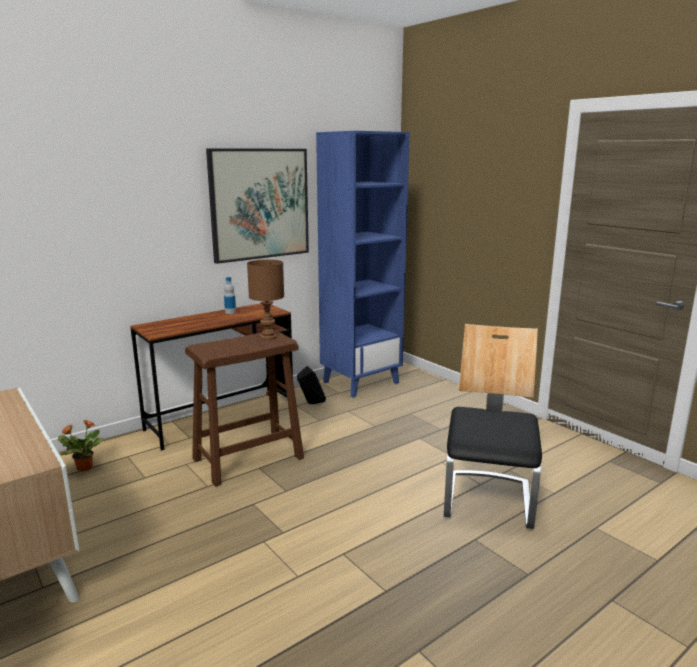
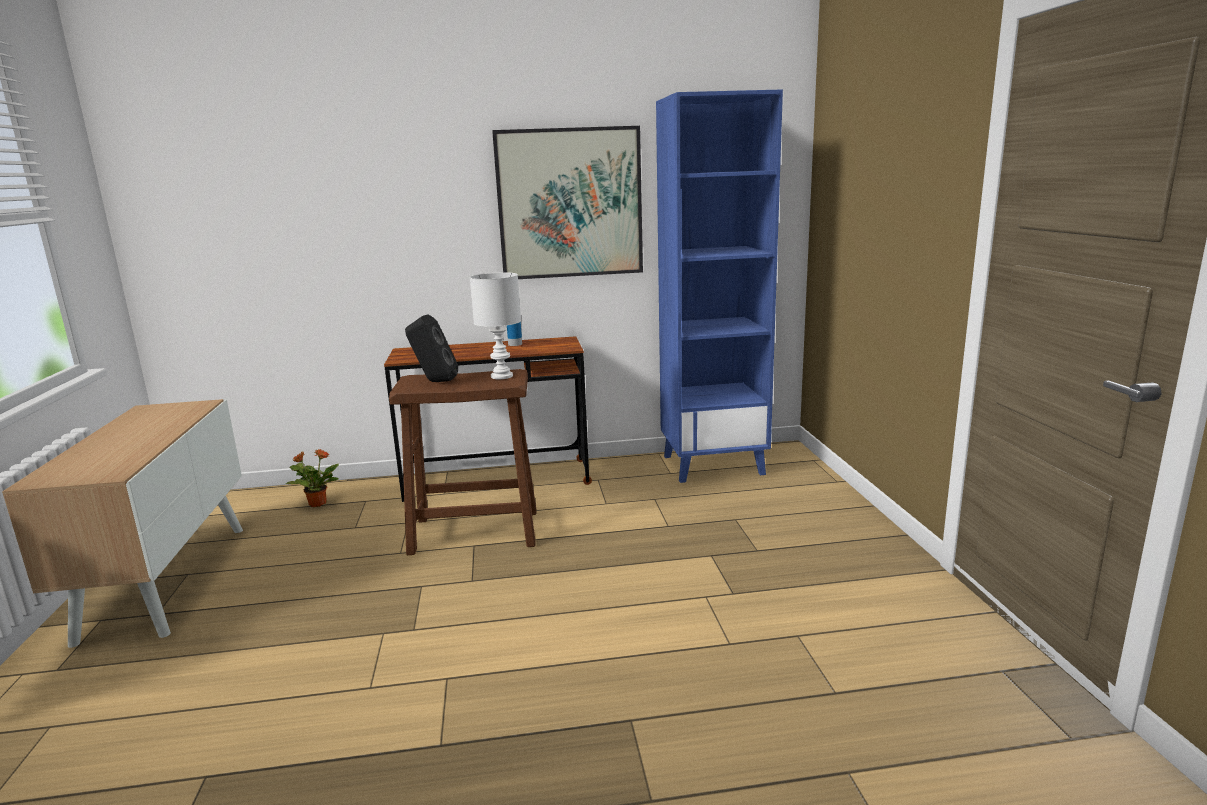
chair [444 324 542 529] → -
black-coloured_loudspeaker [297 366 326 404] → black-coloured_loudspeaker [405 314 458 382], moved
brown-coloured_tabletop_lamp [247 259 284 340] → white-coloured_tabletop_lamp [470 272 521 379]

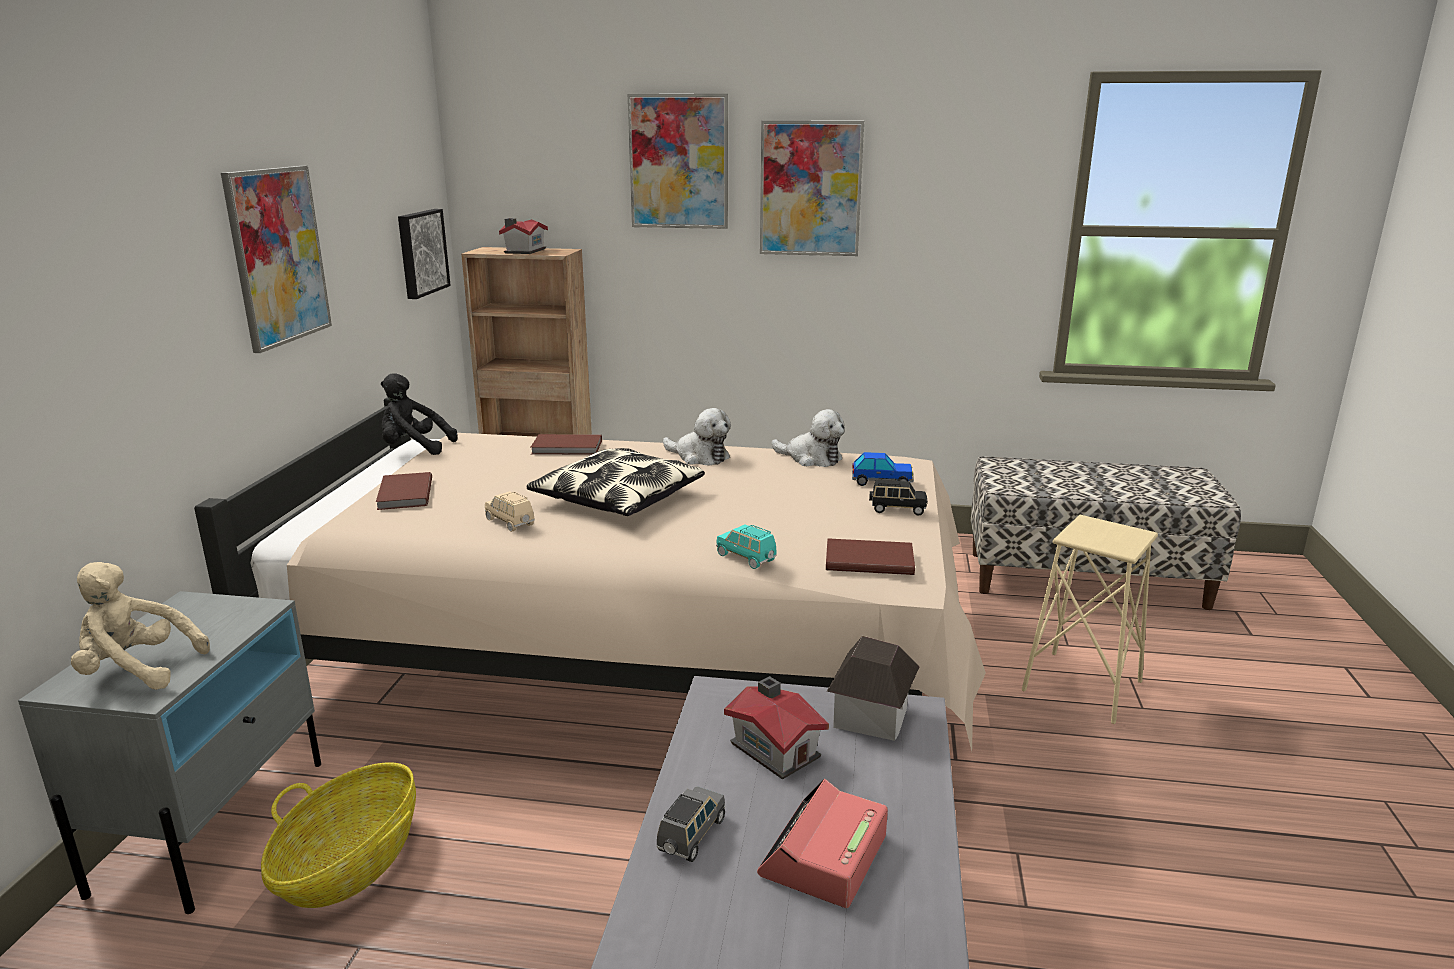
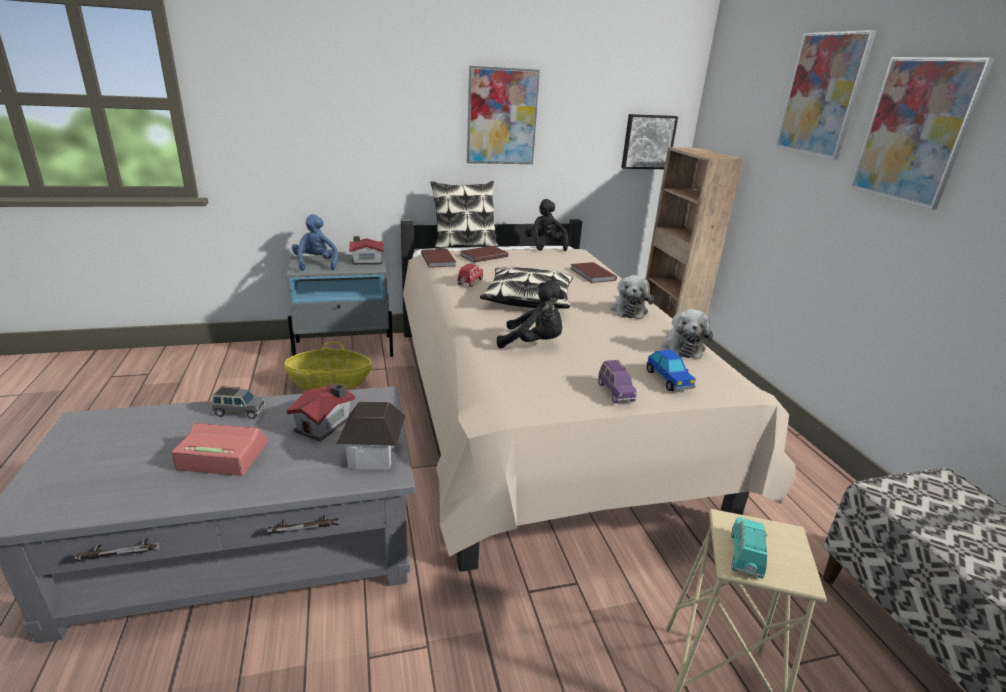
- → cushion [430 181 498 249]
- → black-coloured_cuddly_toy [497 280 565 348]
toy_house [499 218 548 254] → toy_house [349 236 384 265], moved
turquoise-coloured_miniature_car [716 525 777 569] → turquoise-coloured_miniature_car [731 517 767 579], moved
brown-coloured_book [826 538 915 575] → brown-coloured_book [421 249 456 268], moved
beige-coloured_cuddly_toy [71 562 210 690] → blue-coloured_cuddly_toy [292 214 338 271]
beige-coloured_miniature_car [485 491 535 532] → reddish_miniature_car [458 264 483 287]
black-coloured_miniature_car [869 478 927 516] → purple-coloured_miniature_car [598 360 637 403]

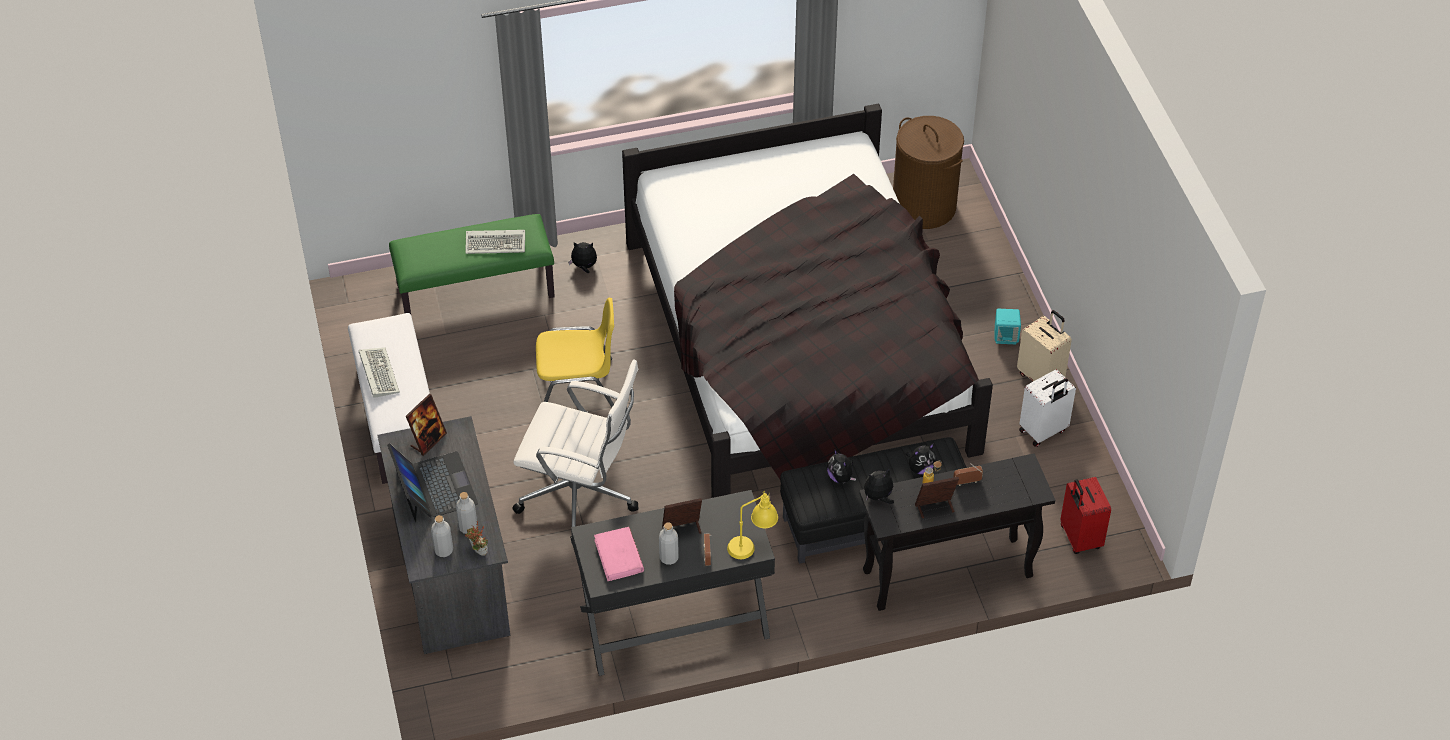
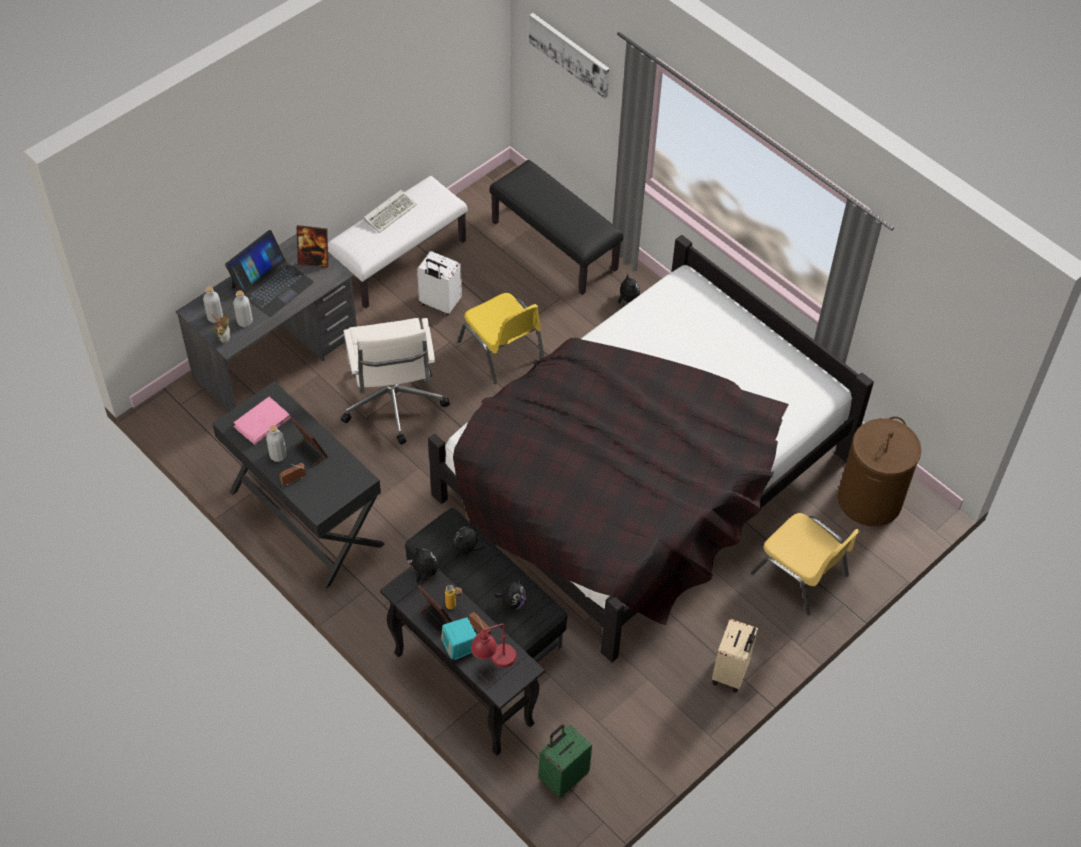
computer_keyboard [465 230 525 254] → -
yellow-coloured_tabletop_lamp [727 491 778 559] → -
- → reddish_tabletop_lamp [471 623 517 668]
- → wall_picture [529 13 610 98]
- → yellow-coloured_chair [751 513 860 615]
turquoise-coloured_loudspeaker [995 309 1021 344] → turquoise-coloured_loudspeaker [441 617 477 660], moved
white-coloured_suitcase [1019 369 1076 447] → white-coloured_suitcase [417 251 462 315], moved
greenish_long_seat [389 214 555 314] → black-coloured_long_seat [489 160 623 295]
reddish_suitcase [1060 477 1111 554] → greenish_suitcase [539 724 592 798]
cuddly_toy [906 443 937 474] → cuddly_toy [494 580 526 611], 90 degrees counterclockwise

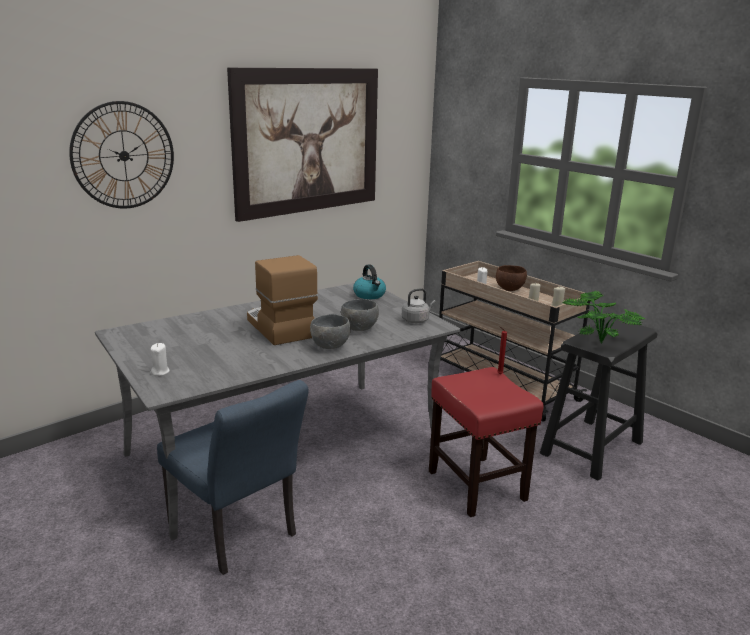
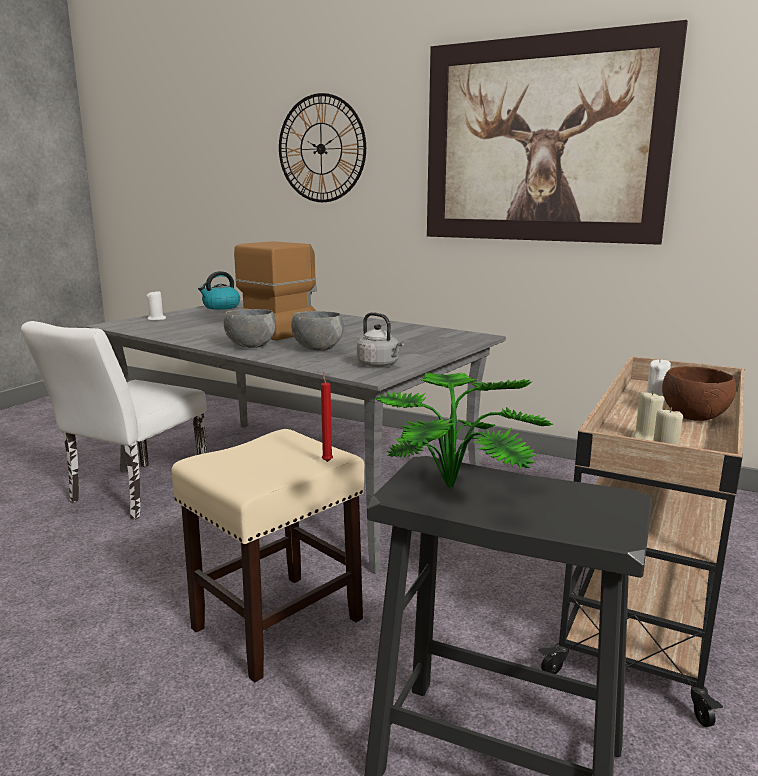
kettle [353 264 386 299] → kettle [198 271 240 310], moved
blue-coloured_chair [157 380 309 575] → white-coloured_chair [21 321 207 520]
reddish_stool_seat [429 367 544 517] → beige-coloured_stool_seat [171 429 365 683]

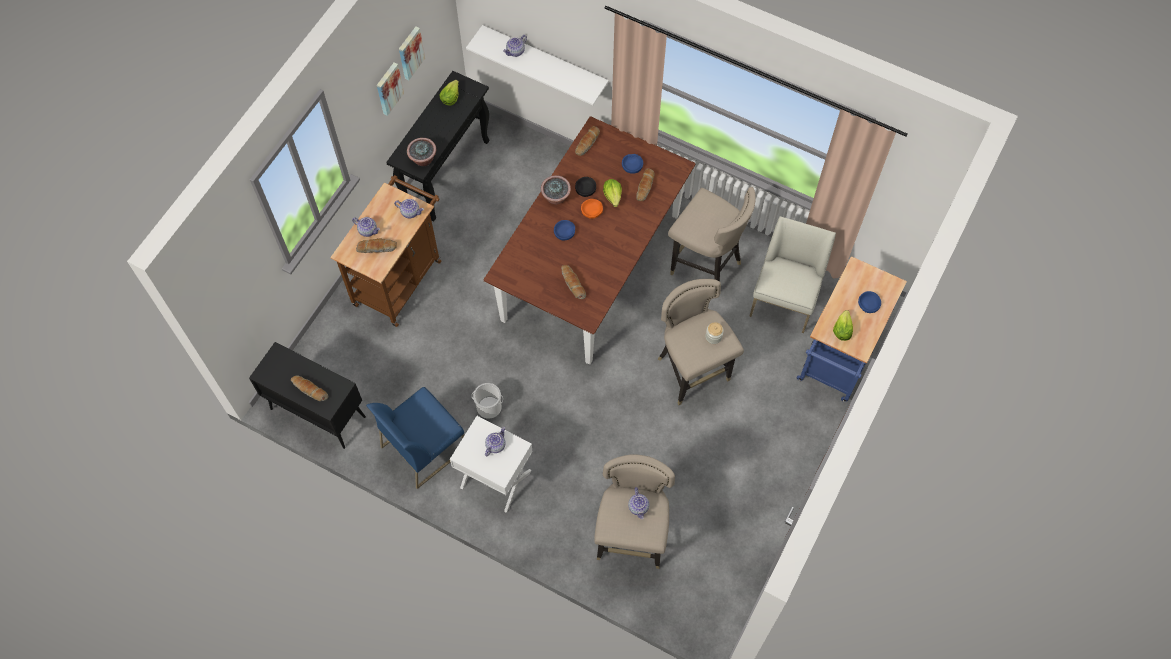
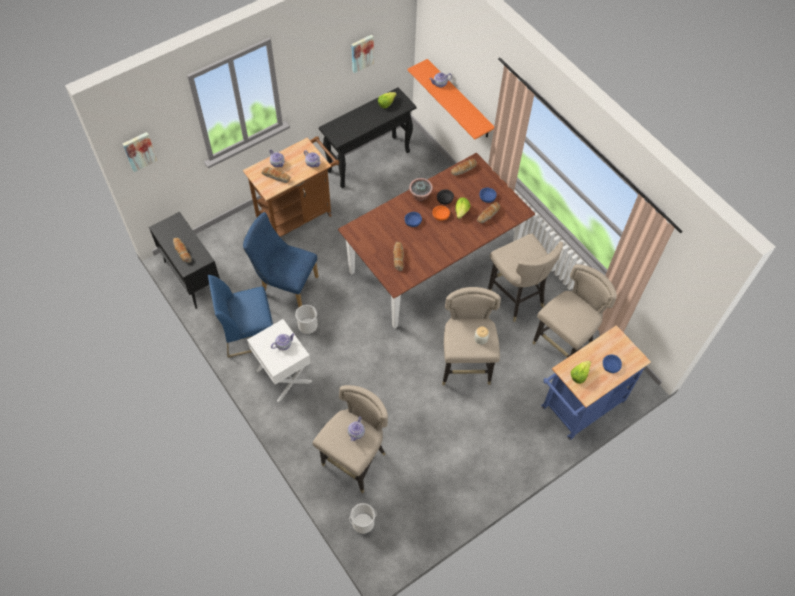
potted_plant [407 138 436 166] → -
- → blue-coloured_chair [243 212 319 307]
- → water_bucket [349 503 377 534]
wall_picture [377 62 404 116] → wall_picture [122 132 157 172], moved
white-coloured_chair [749 216 836 333] → beige-coloured_stool_seat [532 264 617 358]
white-coloured_shelf [466 25 609 105] → orangey_shelf [407 59 494 140]

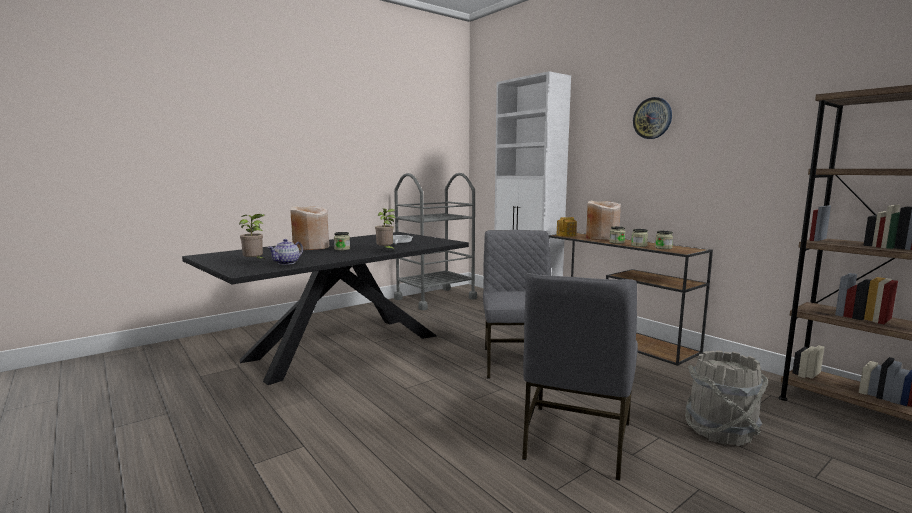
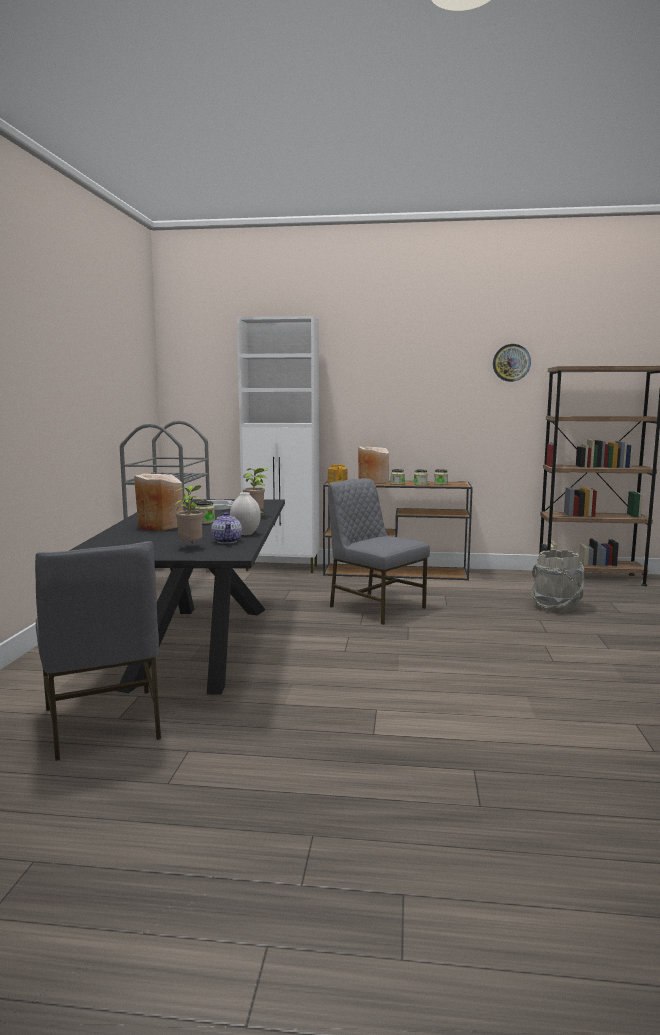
- → white-coloured_decorative_vase [230 492 261 535]
greyish_chair [522 273 638 481] → greyish_chair [35 541 161 761], moved
wall_clock [633 97 672 139] → wall_clock [493 344 531 382], moved

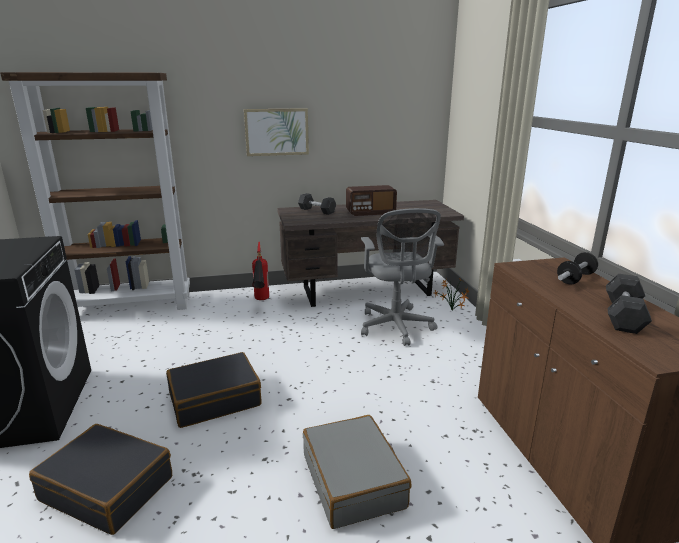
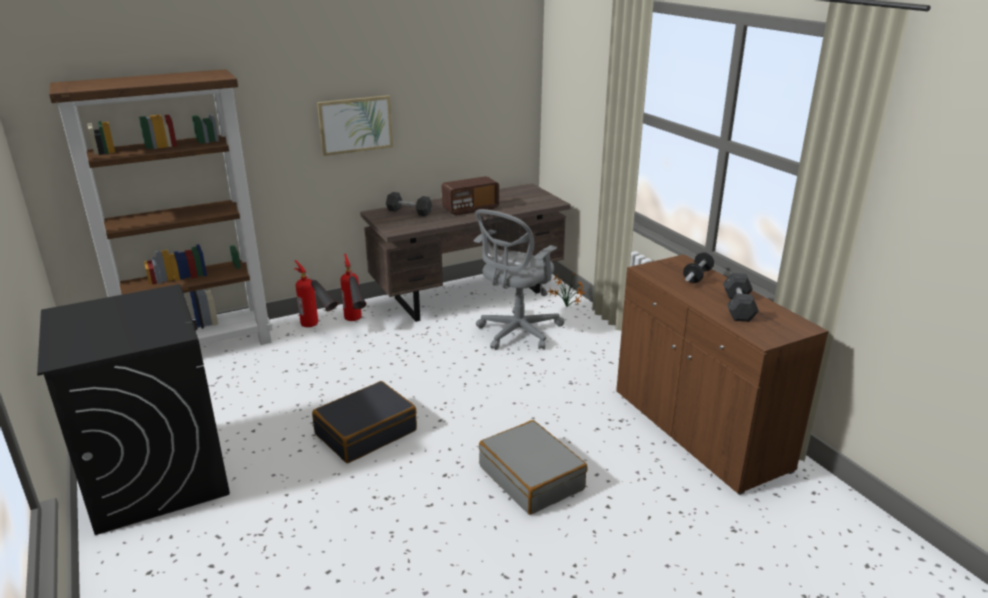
black-coloured_suitcase [29 424 172 535] → -
- → fire-fighting_cylinder [294 260 338 327]
greyish_desk_chair [361 208 444 346] → greyish_desk_chair [473 209 564 350], 60 degrees clockwise

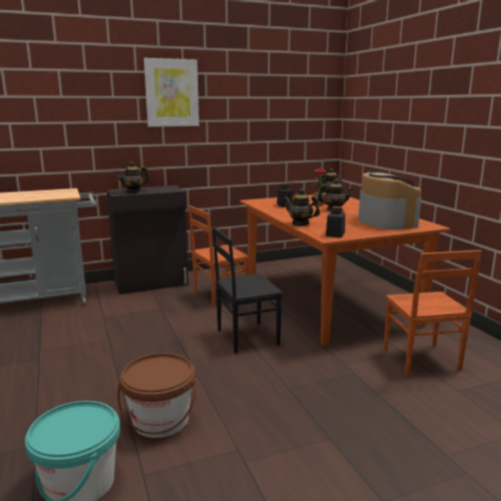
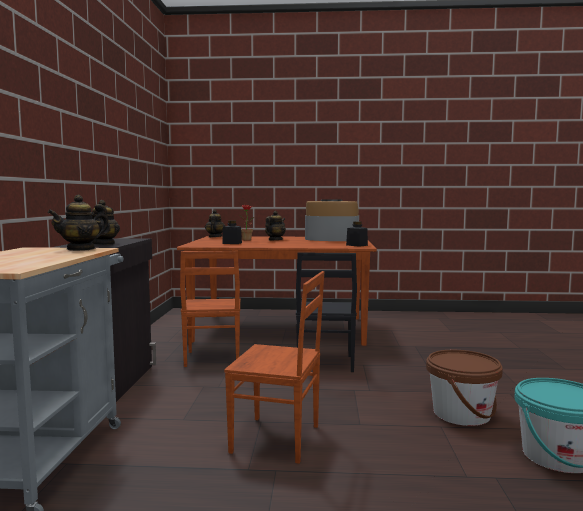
wall_picture [144 58 199 127] → -
tea_pot [284 189 320 226] → tea_pot [47 195 111 251], moved
brown-coloured_chair [384 250 482 375] → brown-coloured_chair [224 271 324 464], moved

